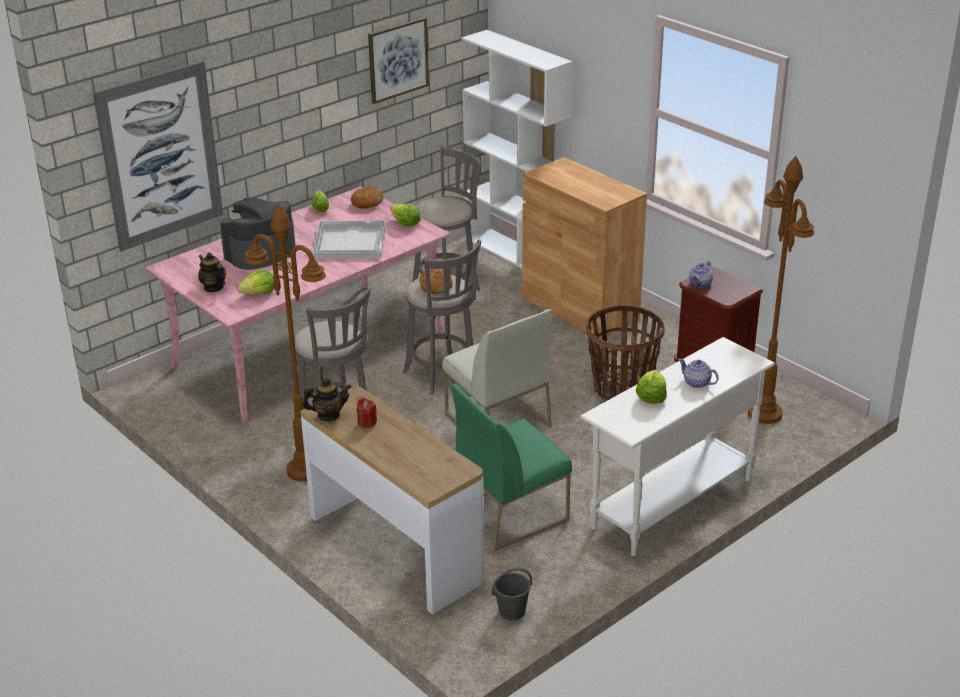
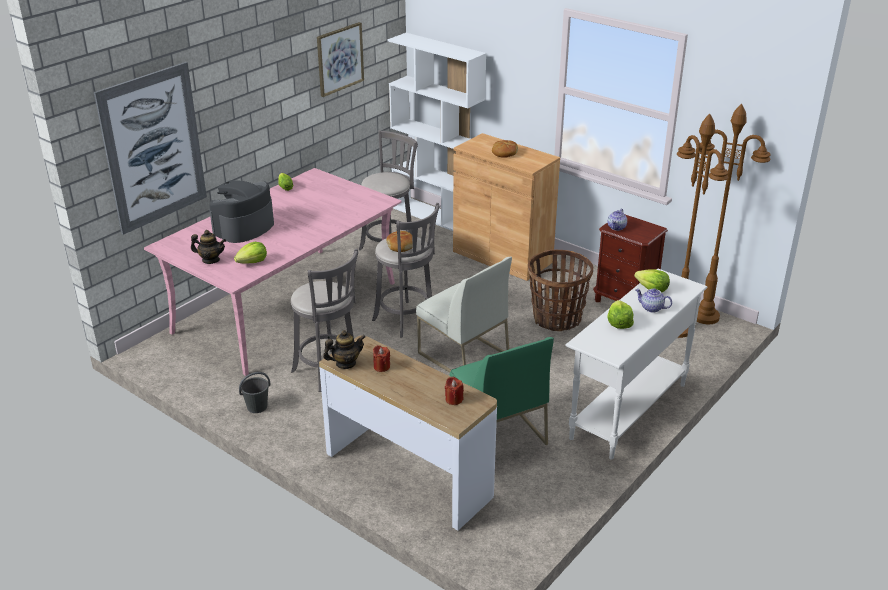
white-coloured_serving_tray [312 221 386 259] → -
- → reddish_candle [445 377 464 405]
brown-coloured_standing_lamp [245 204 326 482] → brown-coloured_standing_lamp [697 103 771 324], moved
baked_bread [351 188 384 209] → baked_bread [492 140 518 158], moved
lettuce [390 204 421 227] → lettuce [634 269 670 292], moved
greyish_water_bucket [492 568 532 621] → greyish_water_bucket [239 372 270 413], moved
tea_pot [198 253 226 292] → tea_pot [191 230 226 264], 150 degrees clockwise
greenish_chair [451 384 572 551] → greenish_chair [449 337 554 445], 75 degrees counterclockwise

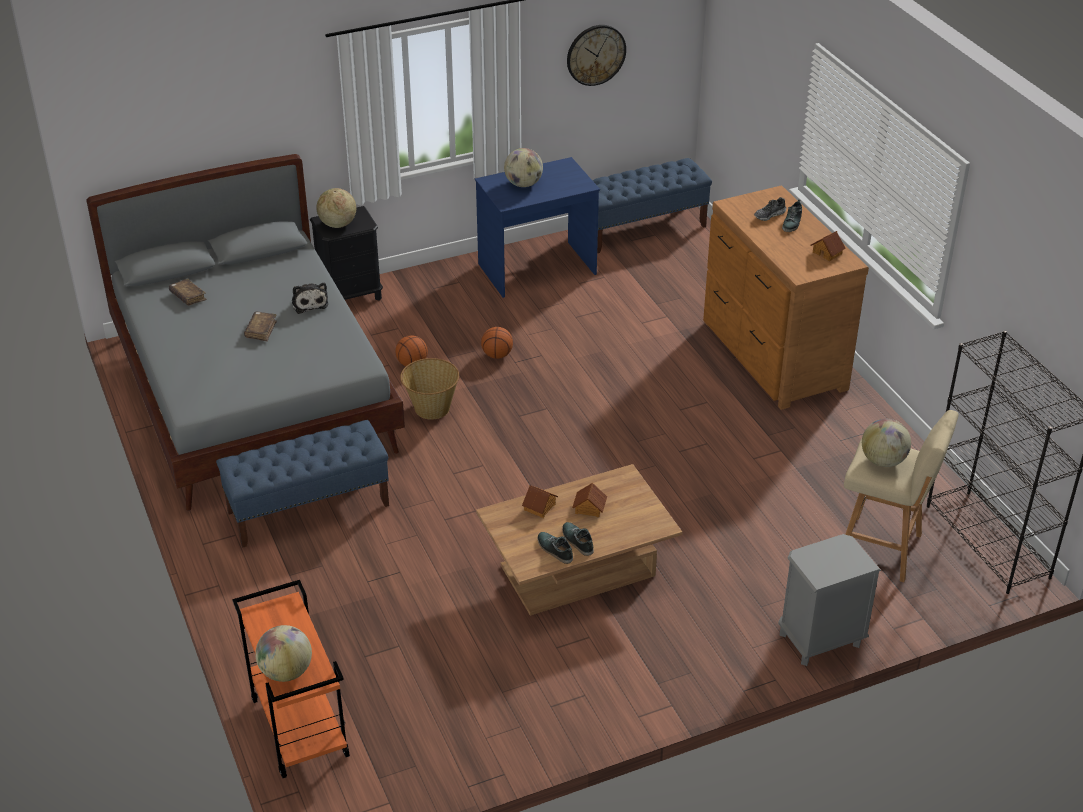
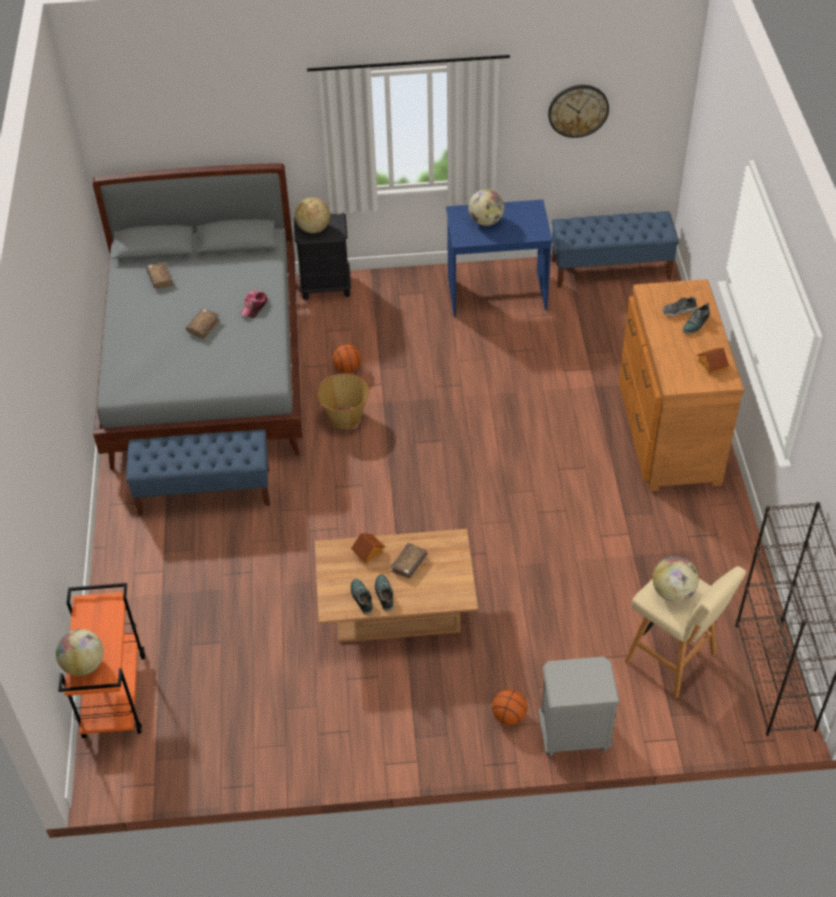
basketball [481 327 513 359] → basketball [492 689 527 725], moved
cuddly_toy [292 283 328 314] → cap [240 291 268 318]
toy_house [572 483 607 517] → brown-coloured_book [390 543 428 578]

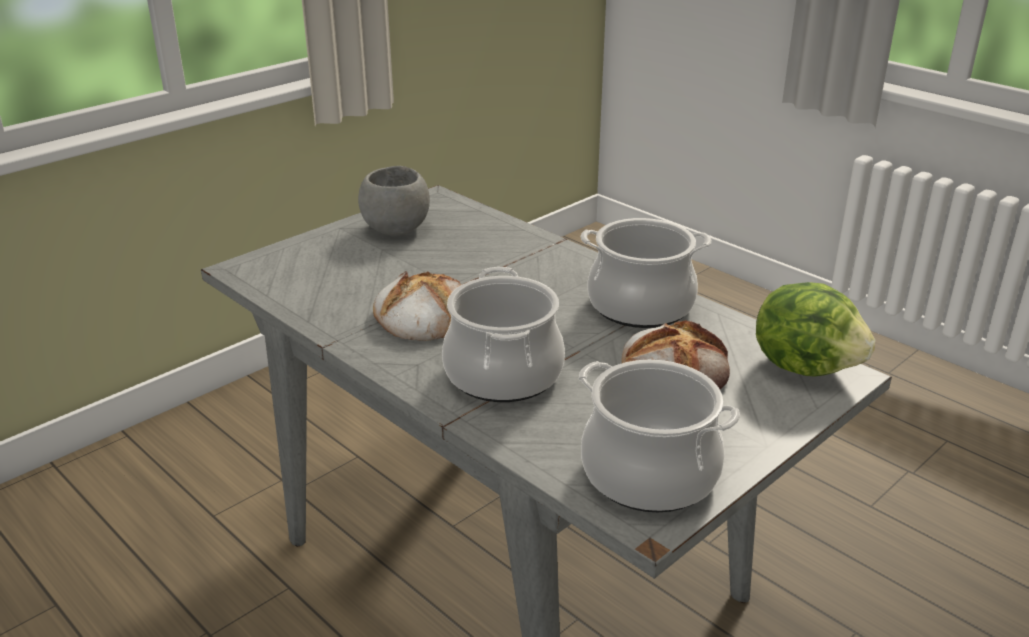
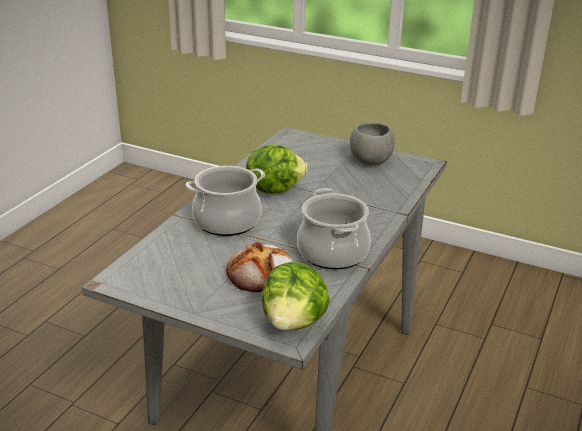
stockpot [579 360 740 512] → -
baked_bread [373 271 462 341] → lettuce [246 144 308 194]

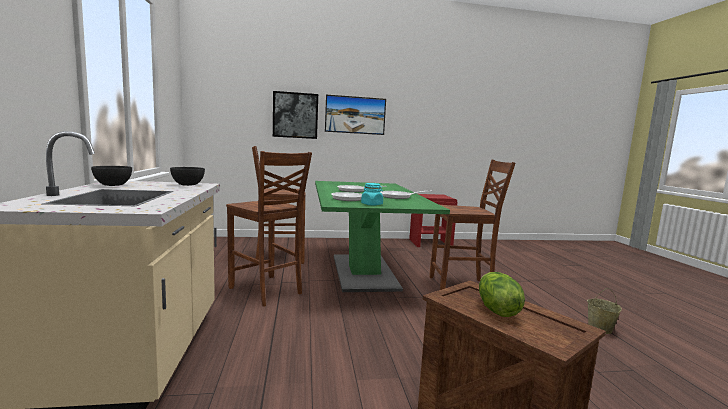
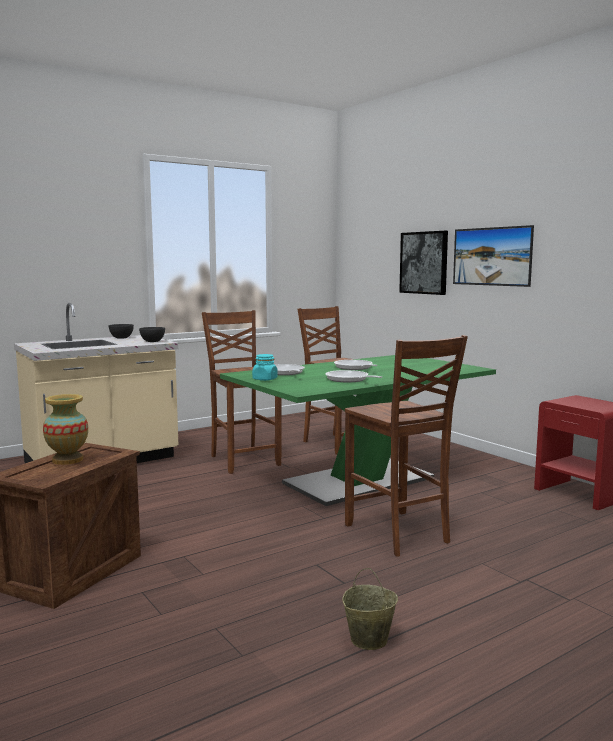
lettuce [479 272 525 317] → decorative_vase [43 394 88 465]
brown-coloured_chair [226 151 312 307] → brown-coloured_chair [202 310 282 474], 135 degrees clockwise

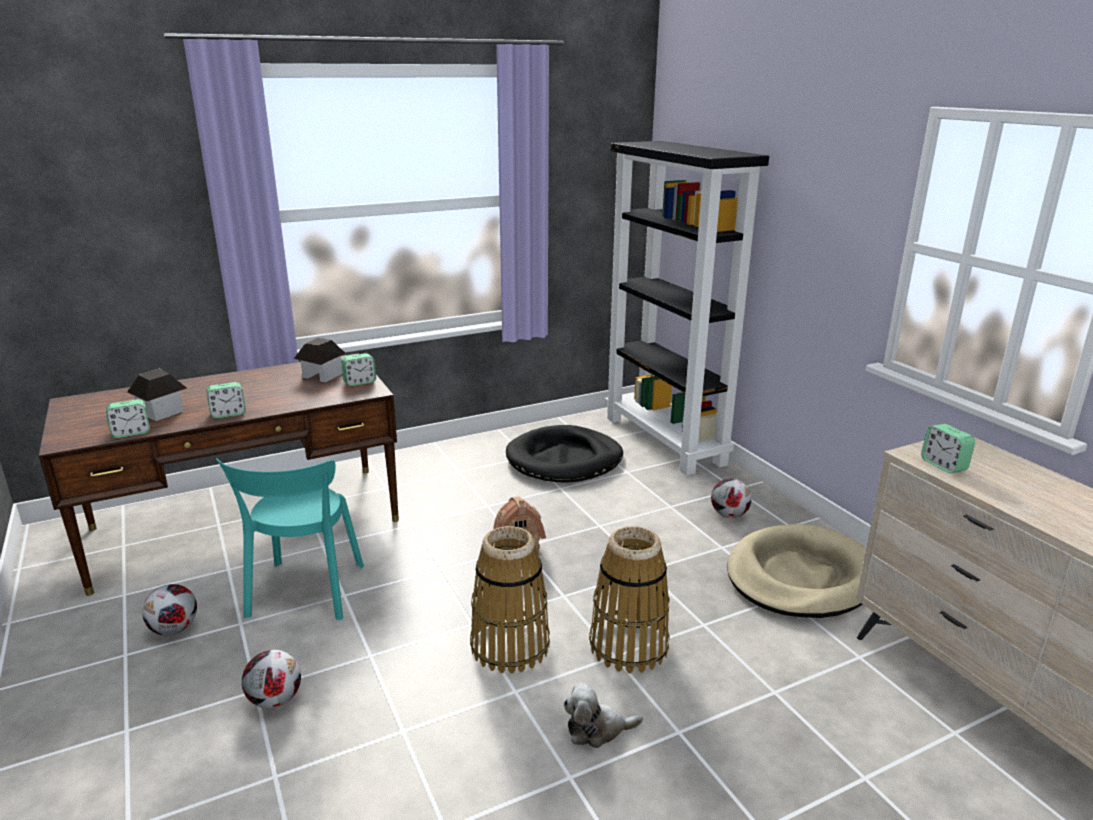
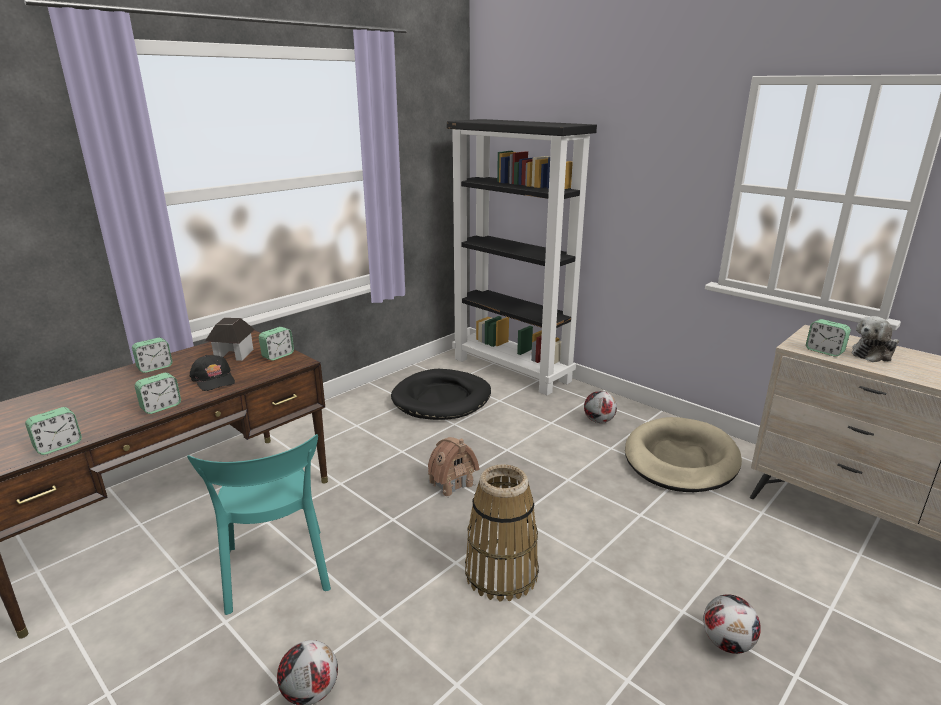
toy_house [127 369 187 421] → -
household_basket [589 526 670 673] → -
- → table_clock [132 338 172 373]
- → black-coloured_cap [190 355 235 391]
football [142 584 197 635] → football [703 594 761 654], moved
cuddly_toy [564 683 643 748] → cuddly_toy [852 316 899 362], moved

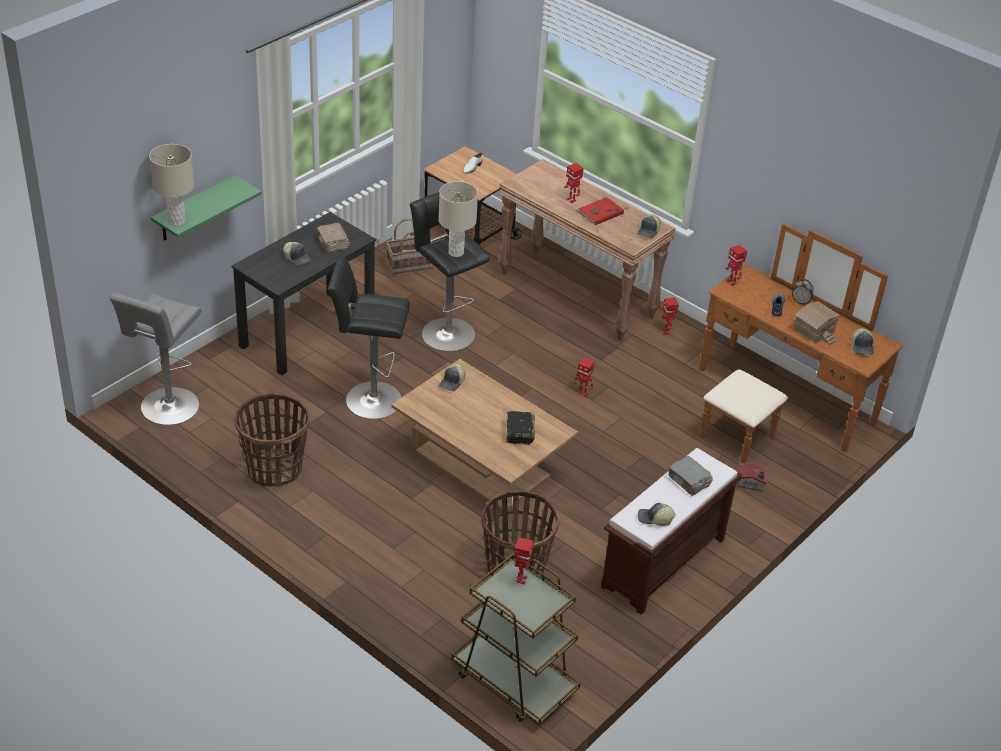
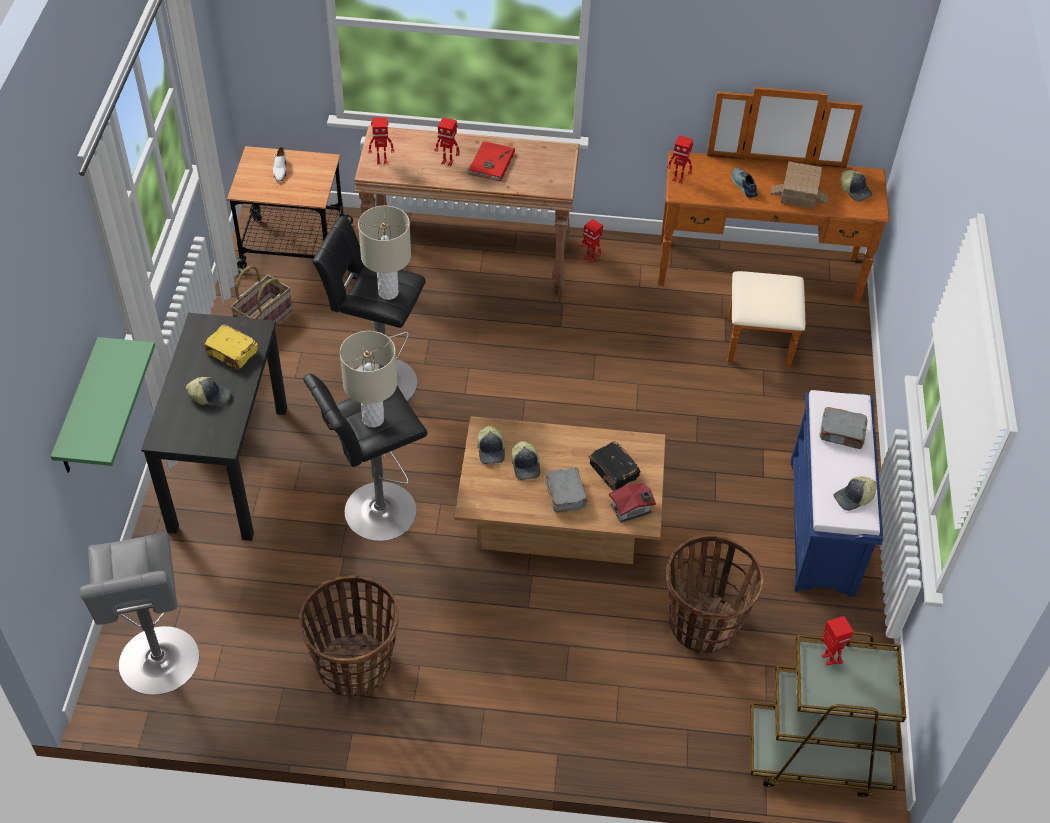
table_clock [792 279 814 305] → -
- → greyish_book [544 467 588 513]
beige-coloured_tabletop_lamp [149 144 194 226] → beige-coloured_tabletop_lamp [340 331 397 428], moved
toy_robot [573 358 595 397] → toy_robot [368 117 394 165], moved
cap [637 214 661 238] → cap [511 441 540 480], moved
toy_house [736 463 769 491] → toy_house [609 482 656 523], moved
brown-coloured_book [316 223 350 253] → yellow-coloured_book [203 324 258 370]
brown-coloured_long_seat [601 448 742 615] → blue-coloured_long_seat [791 390 883 597]

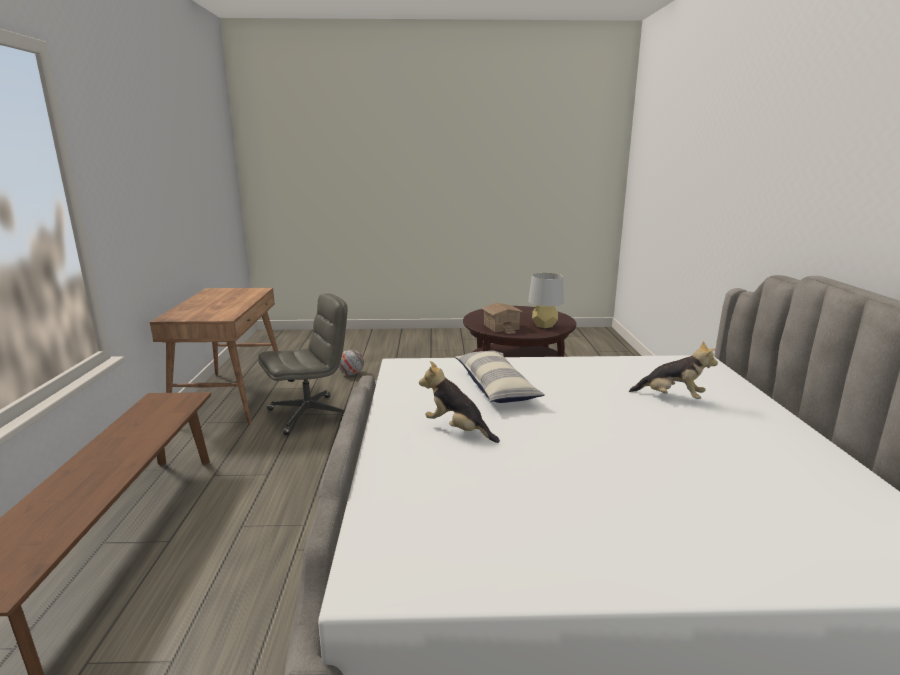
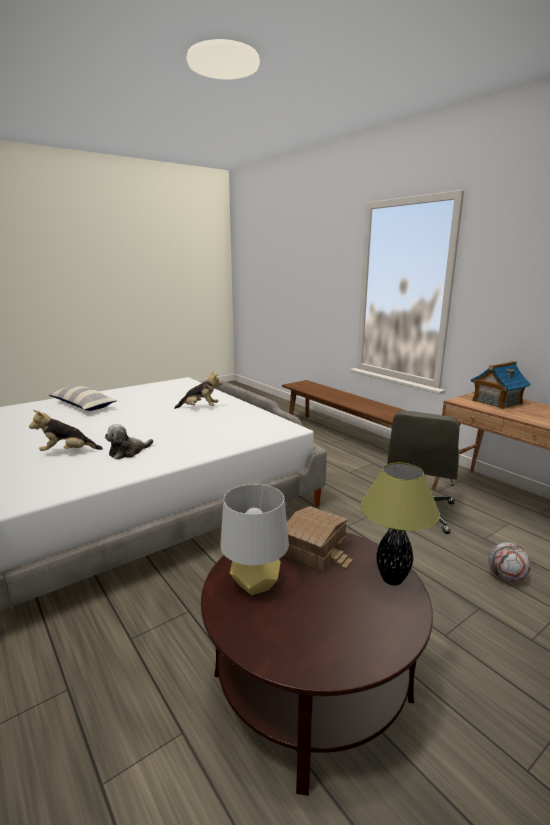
- → cuddly_toy [105 424 153 460]
- → tabletop_lamp [360 463 440 585]
- → toy_house [471 361 531 409]
cushion [455 351 545 403] → cushion [49 386 117 411], moved

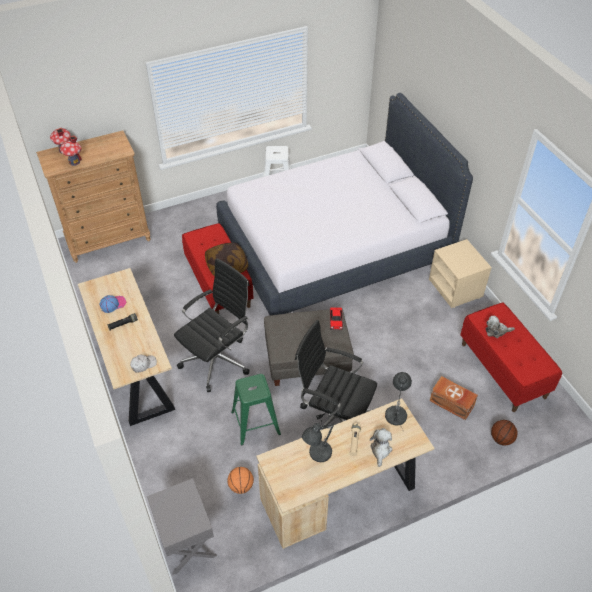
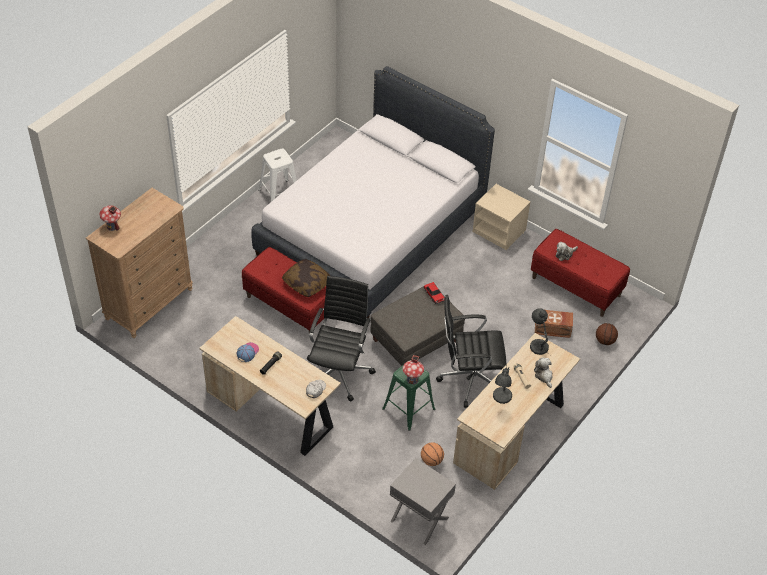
toy_house [60 135 82 166] → toy_house [402 355 424 385], moved

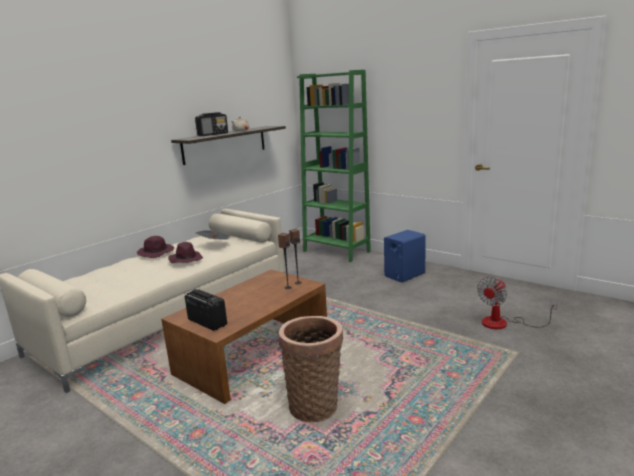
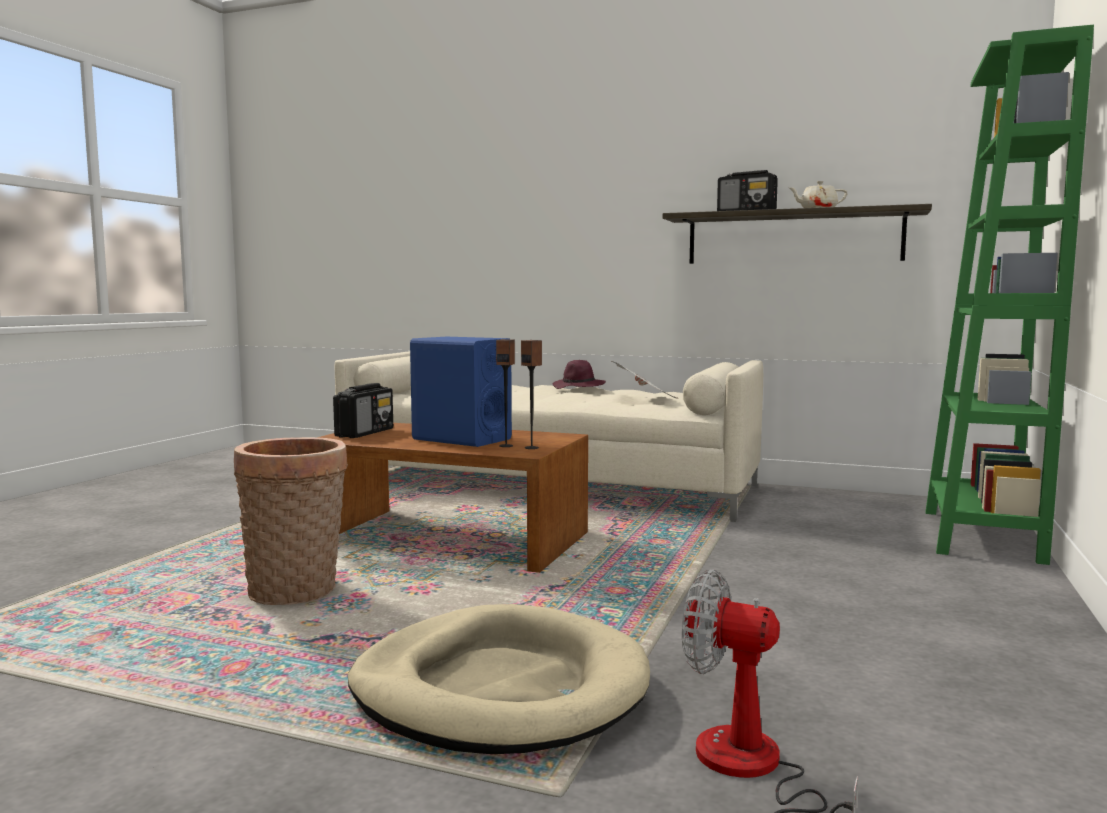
purple-coloured_wearable_hat [168 242 203 263] → -
- → beige-coloured_dog_bed [348 604 650 754]
blue-coloured_loudspeaker [384 230 426 283] → blue-coloured_loudspeaker [410 337 512 447], moved

